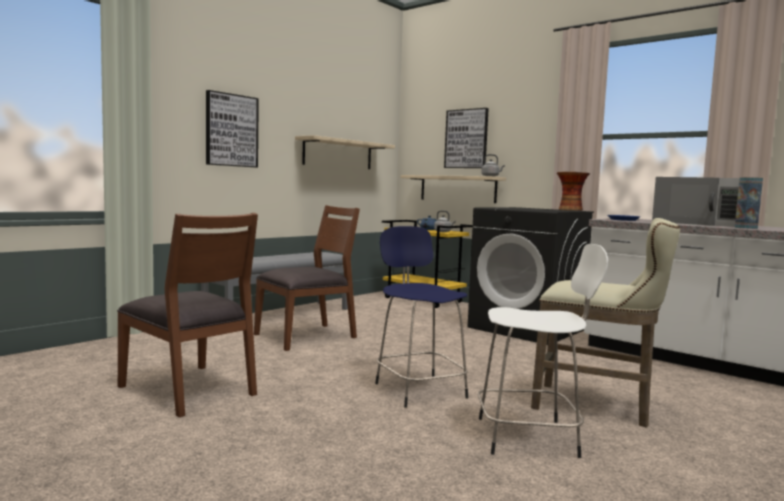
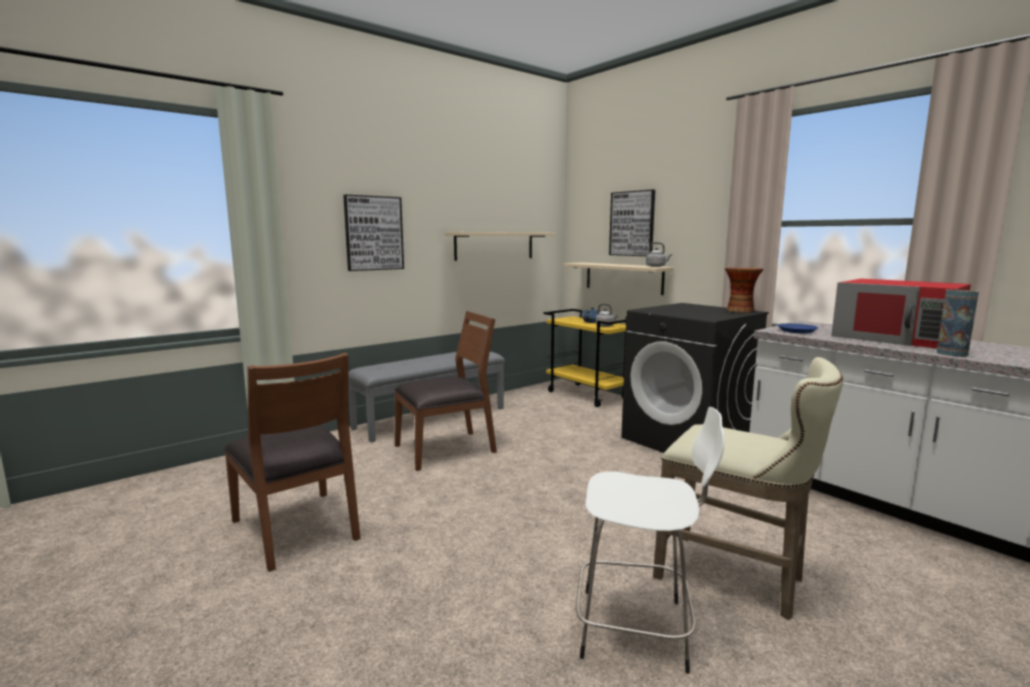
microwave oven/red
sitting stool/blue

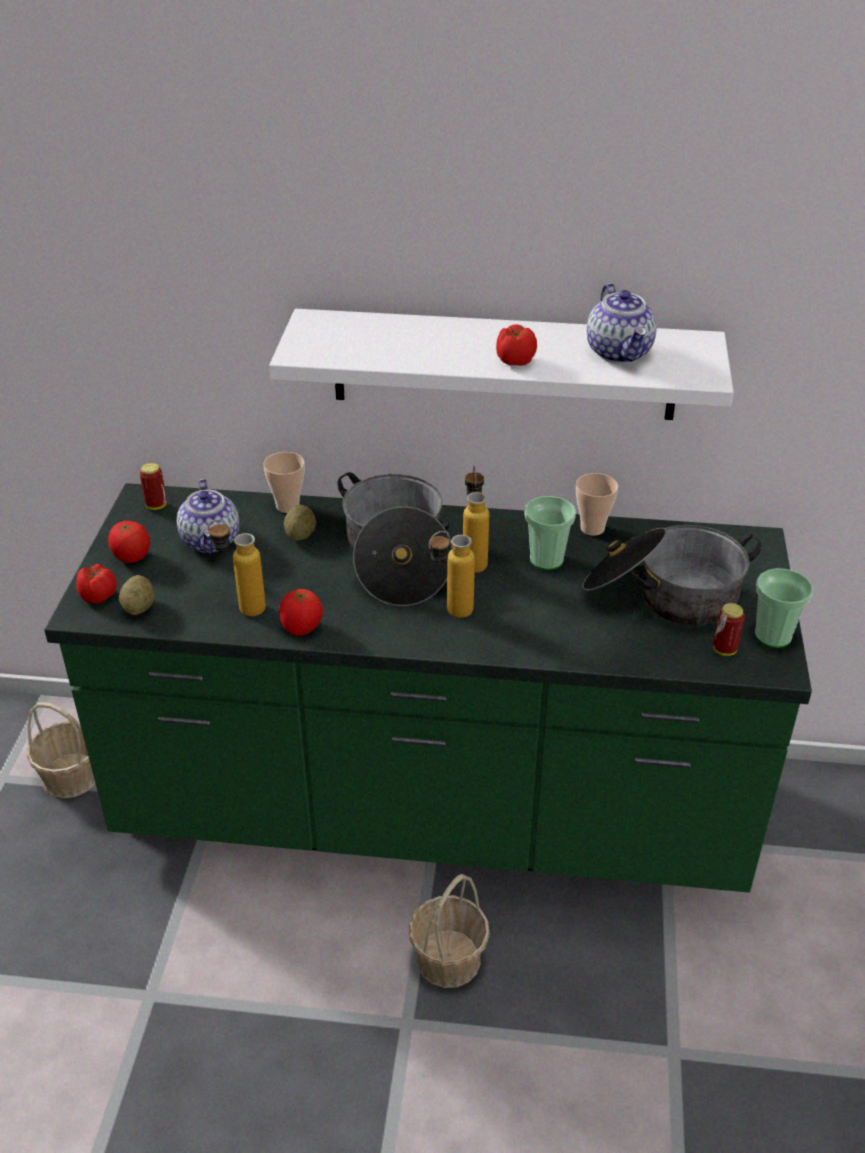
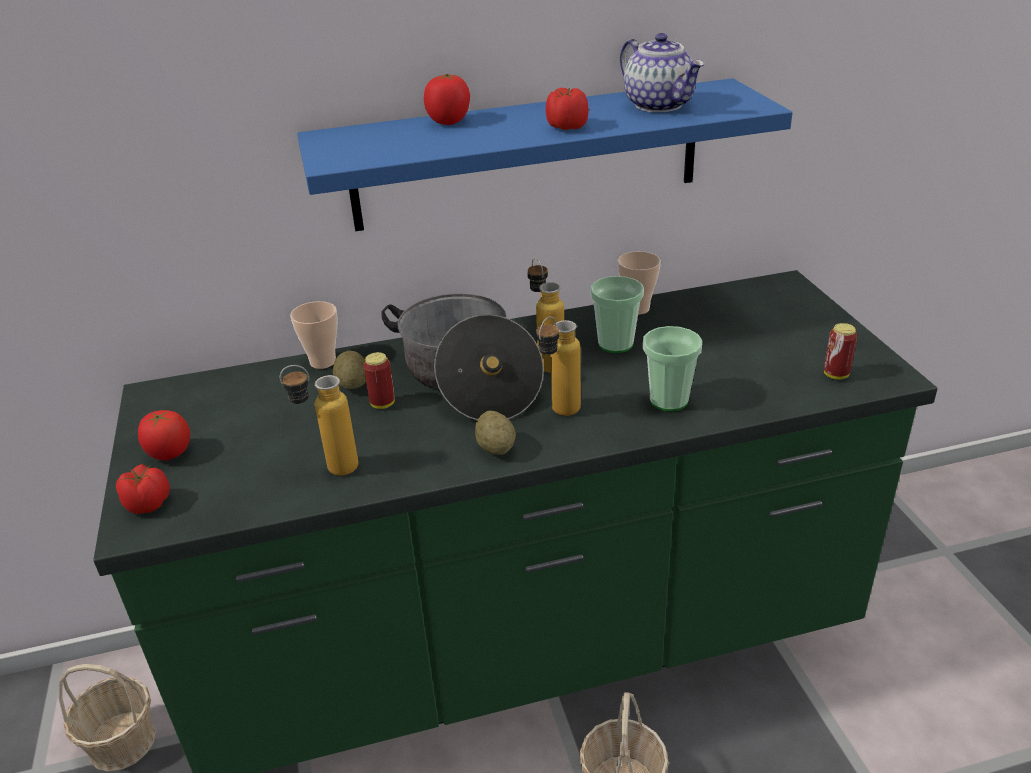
bracket shelf/blue
can (1st from left)
tea pot (1st from left in the first image)
stockpot (2nd from left in the first image)
cup (4th from left)
spud (2nd from left)
fresh tomato (3rd from left)

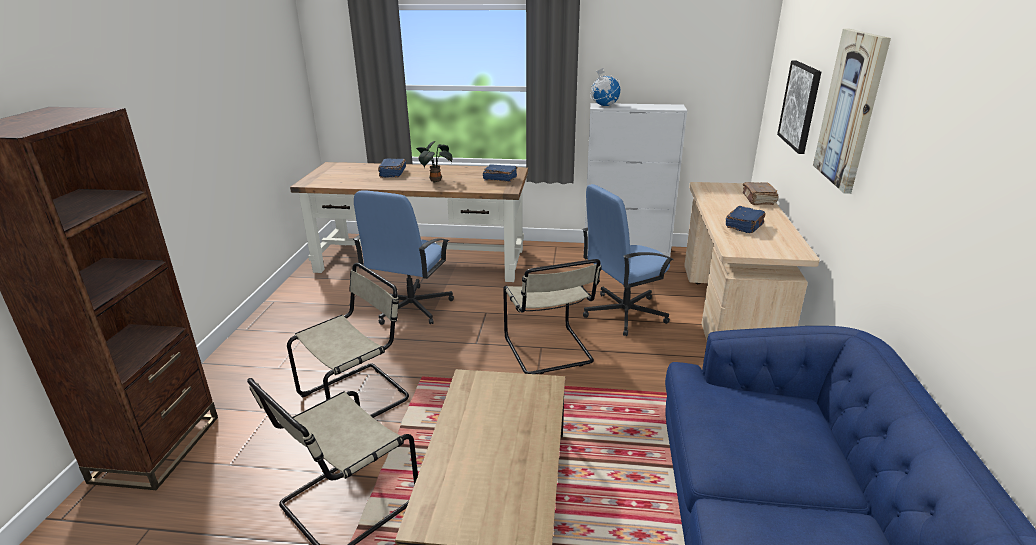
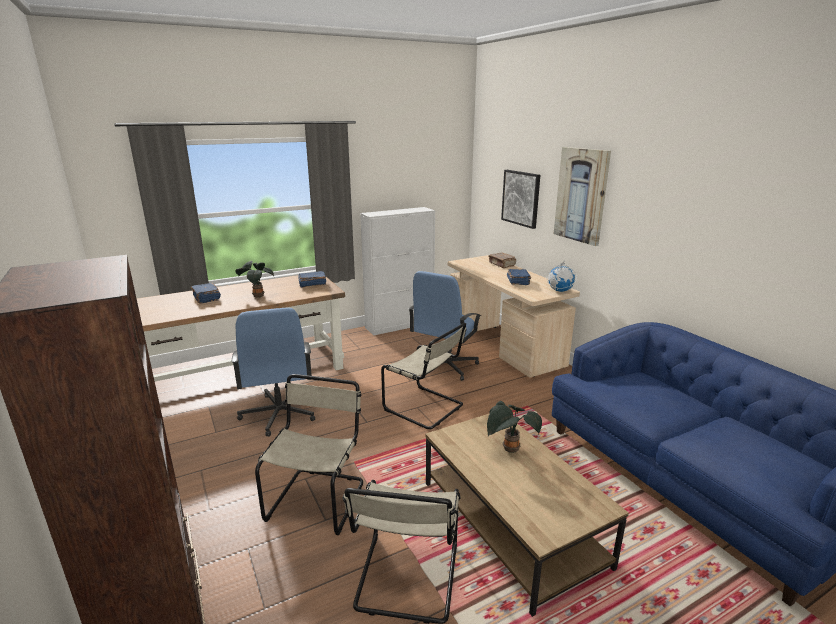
world globe
houseplant (2nd from left)

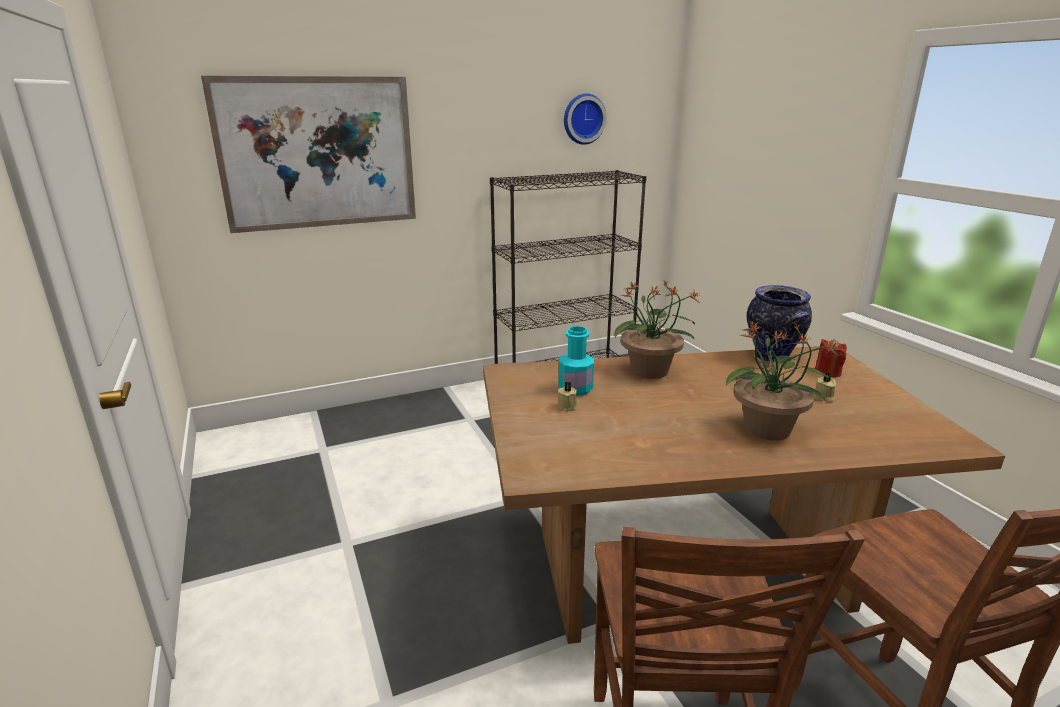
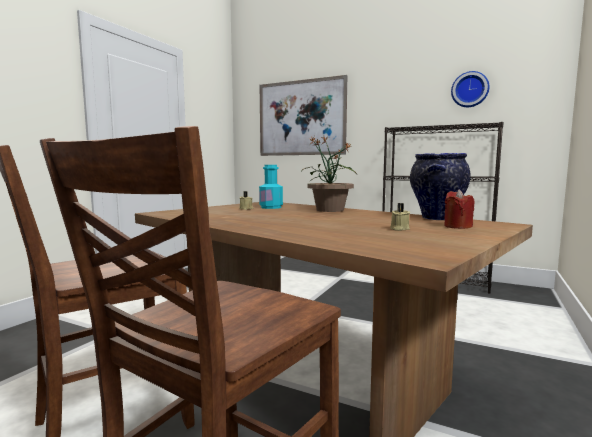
houseplant (2nd from left in the first image)

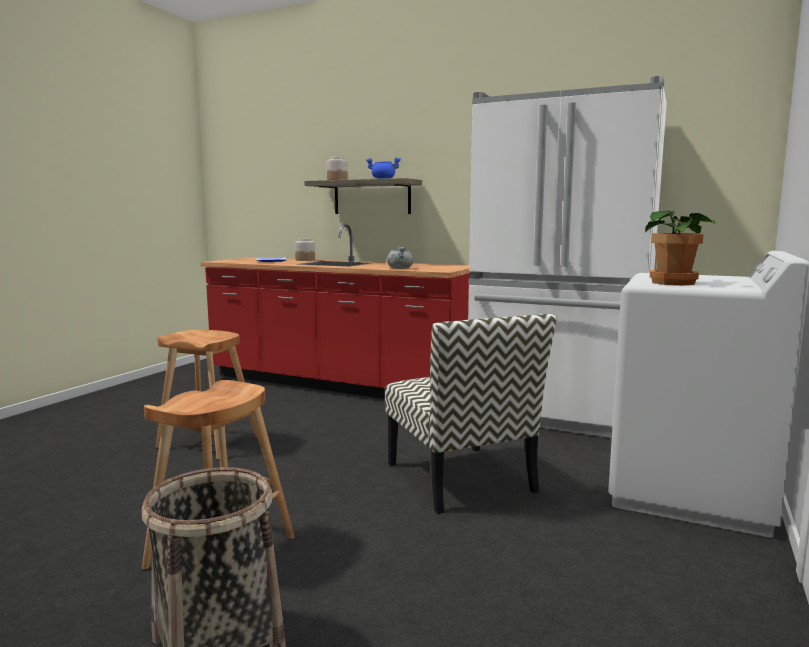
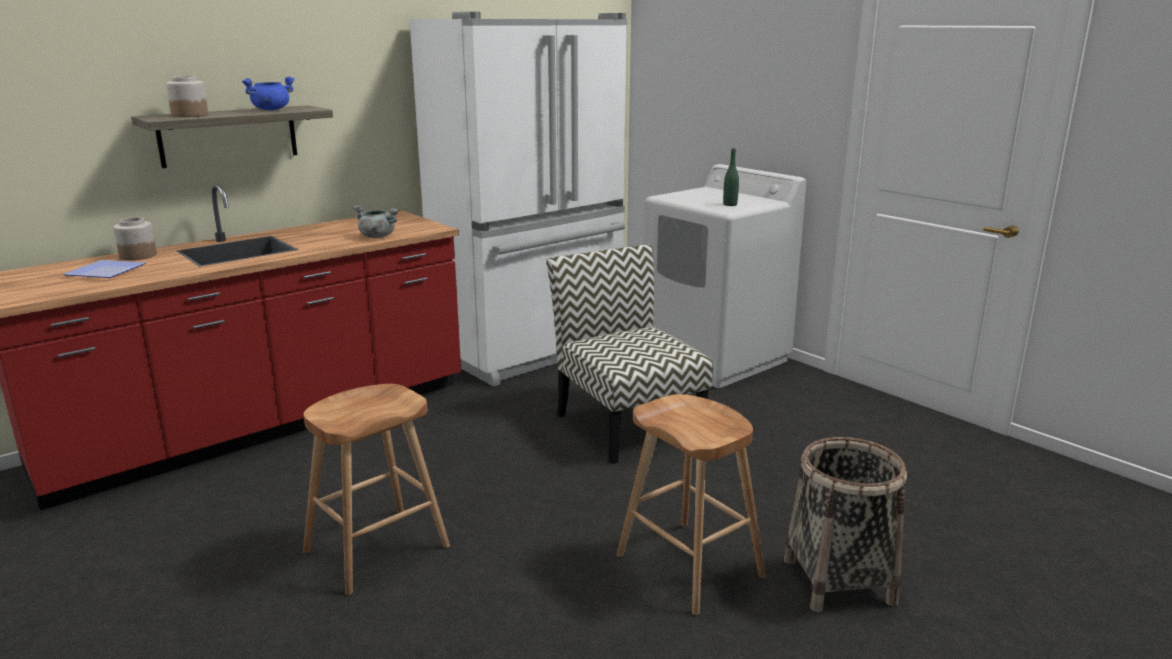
beverage bottle/green
upright chair

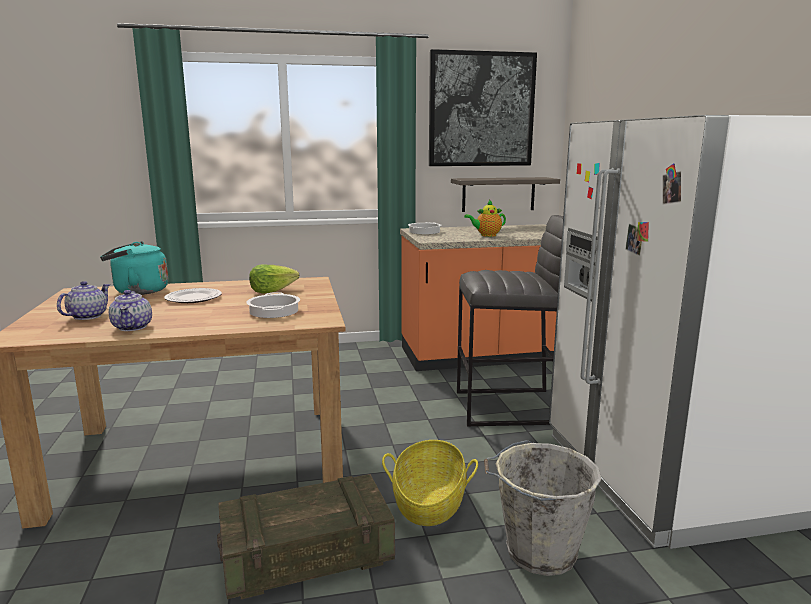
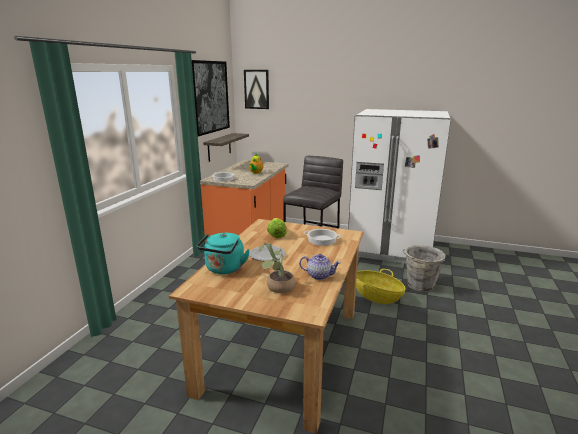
houseplant
crate
picture (2nd from left)

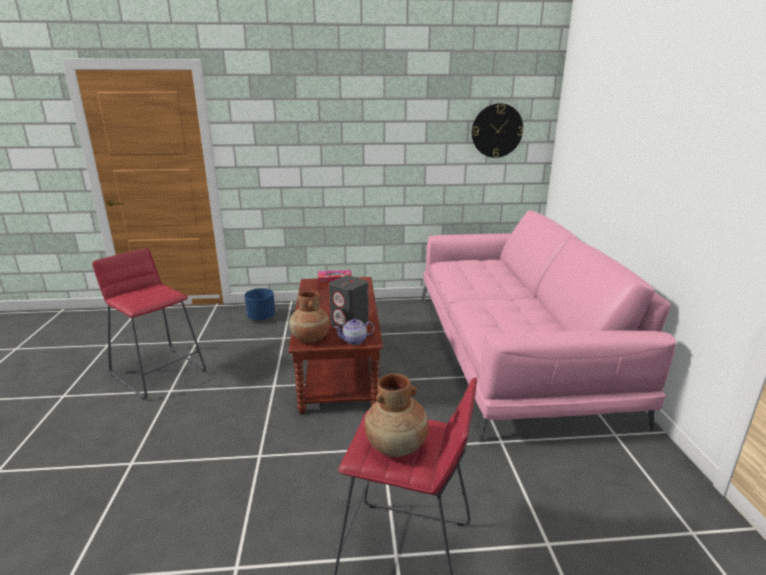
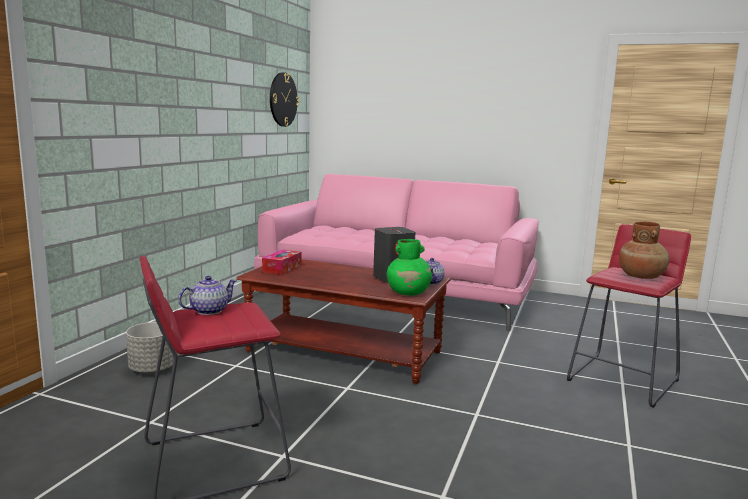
flower pot/greyish
decorative vase/green
tea pot (1st from left)

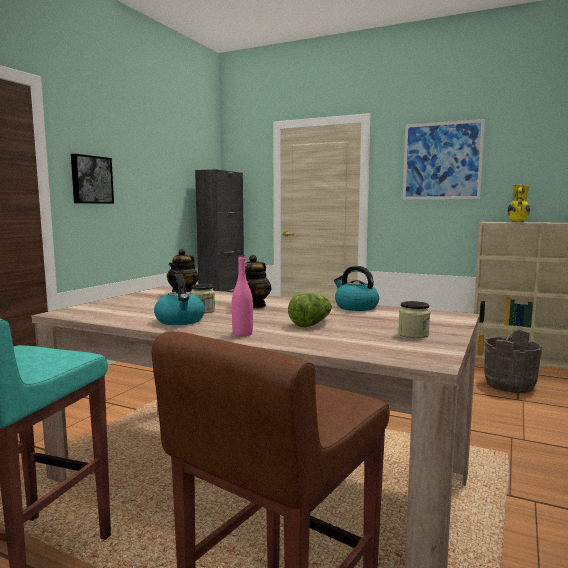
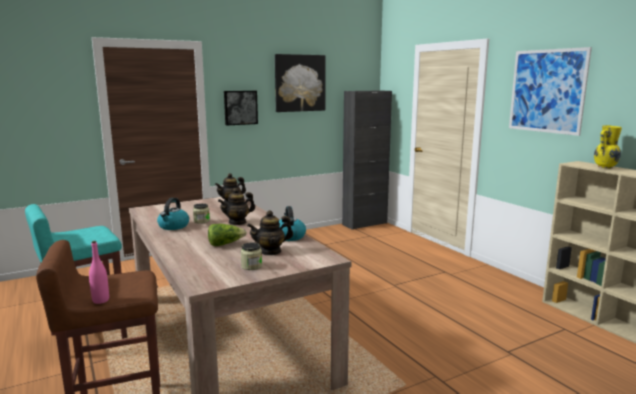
beverage bottle/pink-coloured
bucket/greyish
picture (2nd from left)
tea pot (3rd from left)

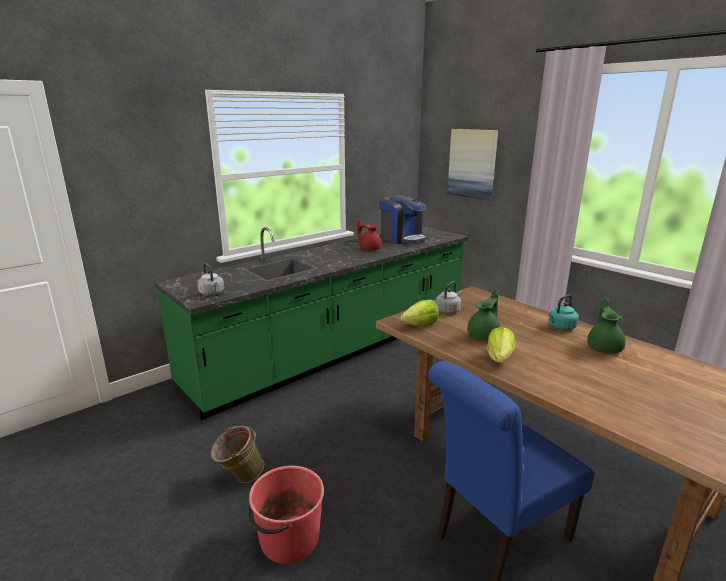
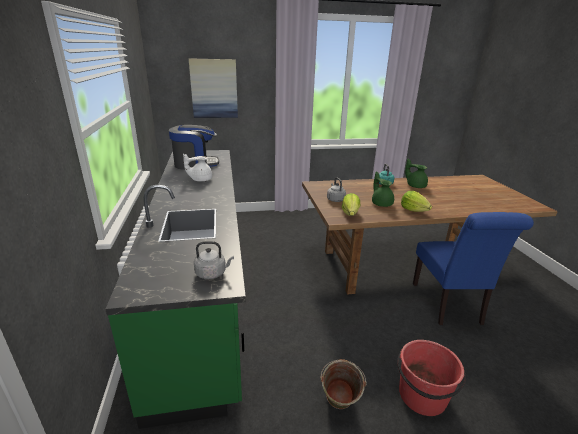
tea pot/white

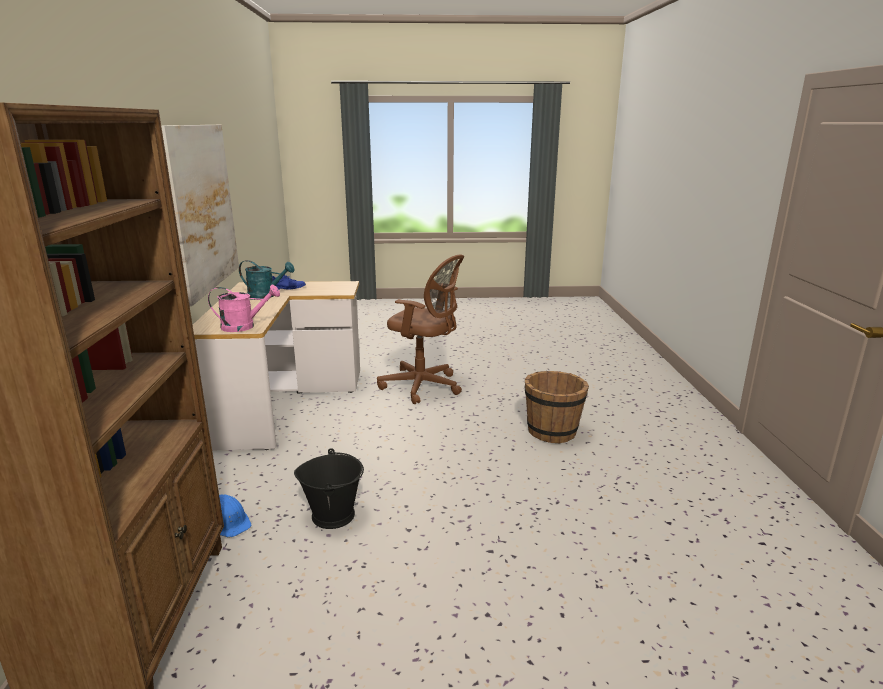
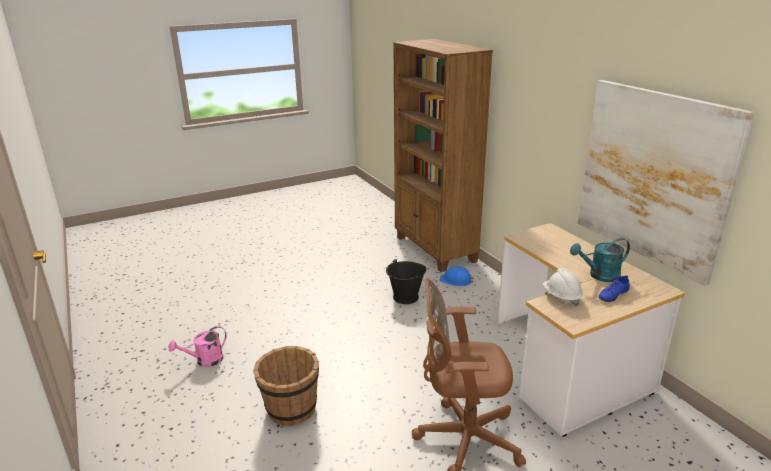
sprinkling can/pink-coloured
hard hat/white

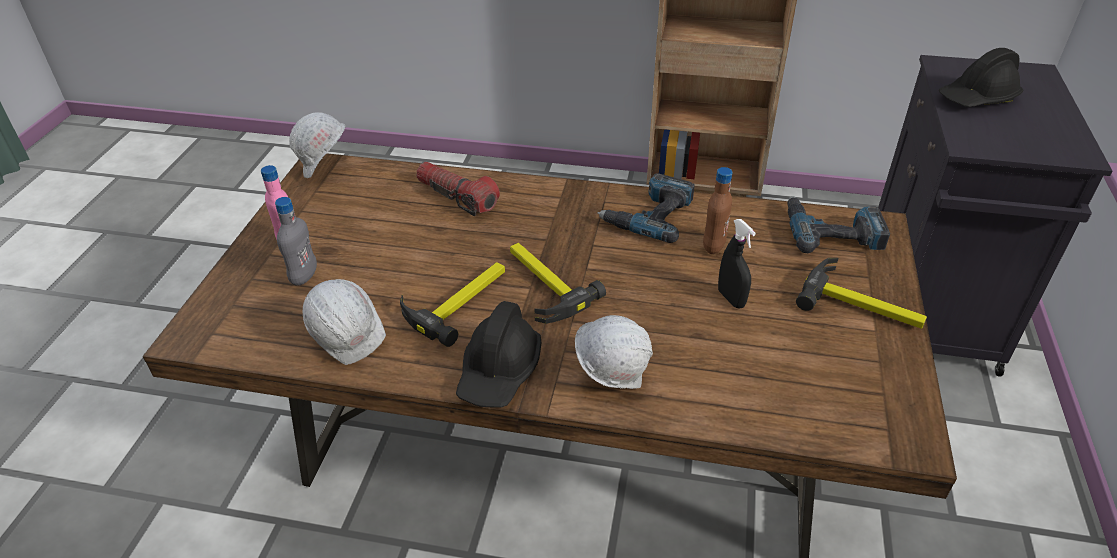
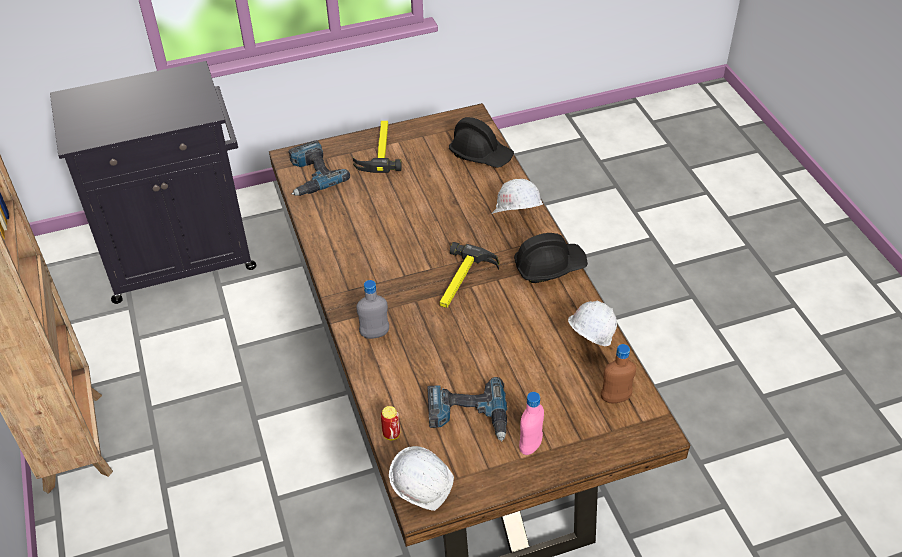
hard hat/blackish (1st from left)
hand torch
beverage bottle/brownish
power drill (2nd from left)
beverage bottle/greyish
spray bottle/blackish
hammer (1st from left in the first image)
can

